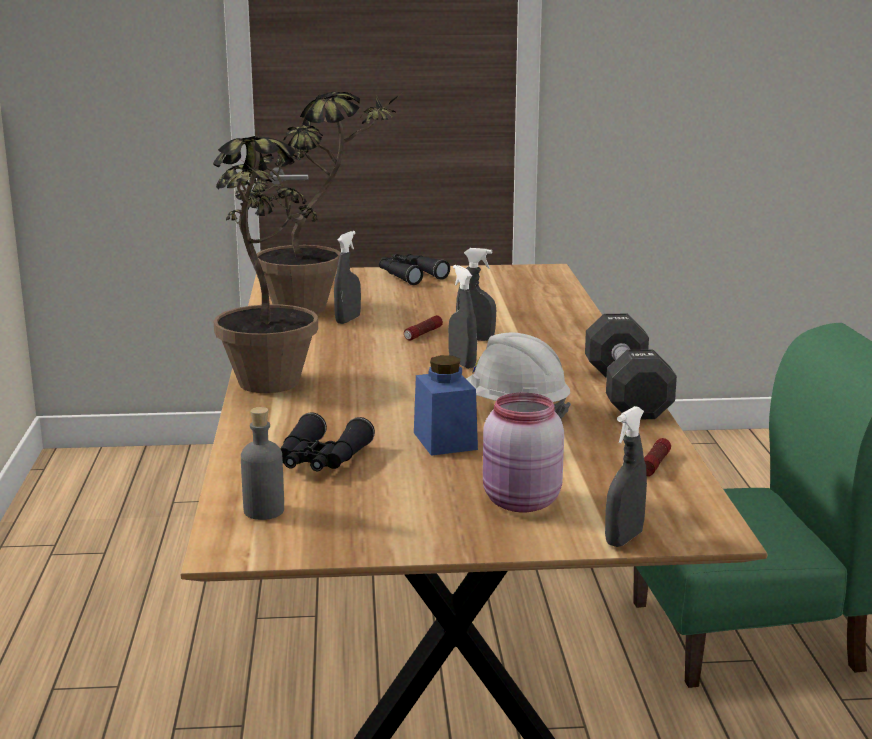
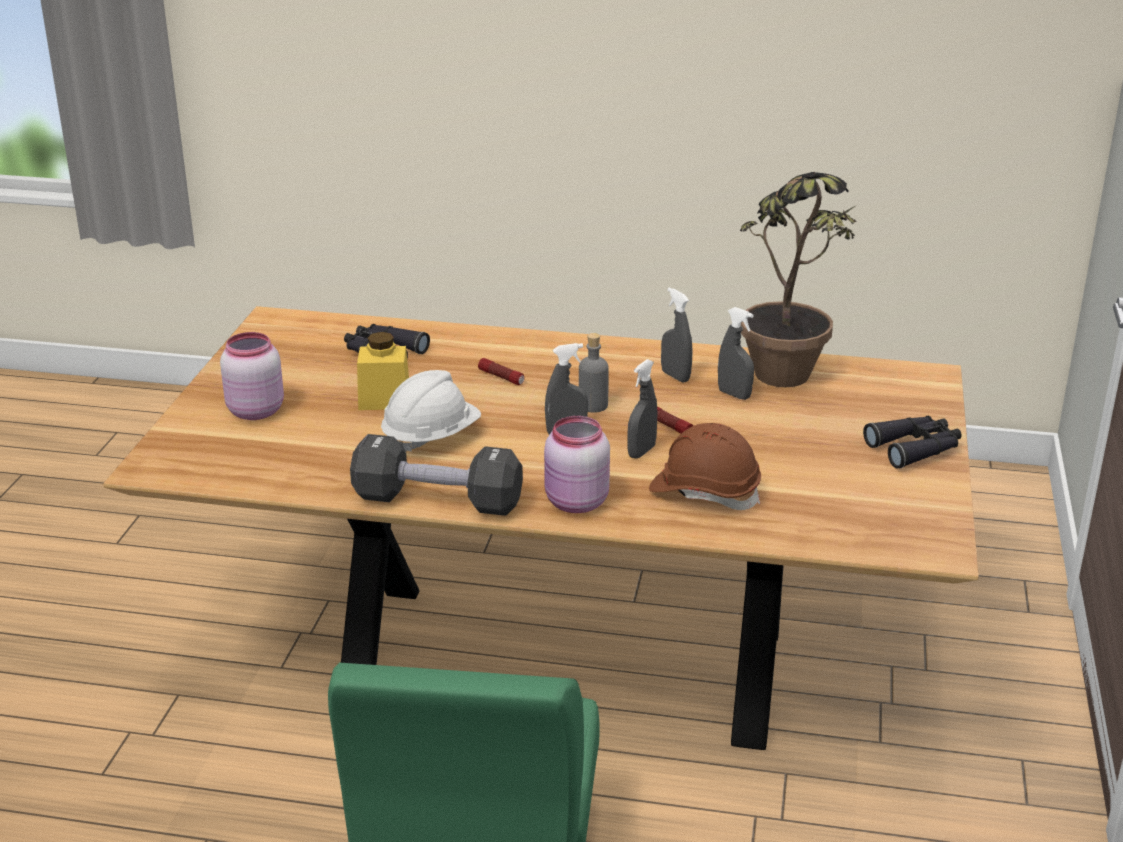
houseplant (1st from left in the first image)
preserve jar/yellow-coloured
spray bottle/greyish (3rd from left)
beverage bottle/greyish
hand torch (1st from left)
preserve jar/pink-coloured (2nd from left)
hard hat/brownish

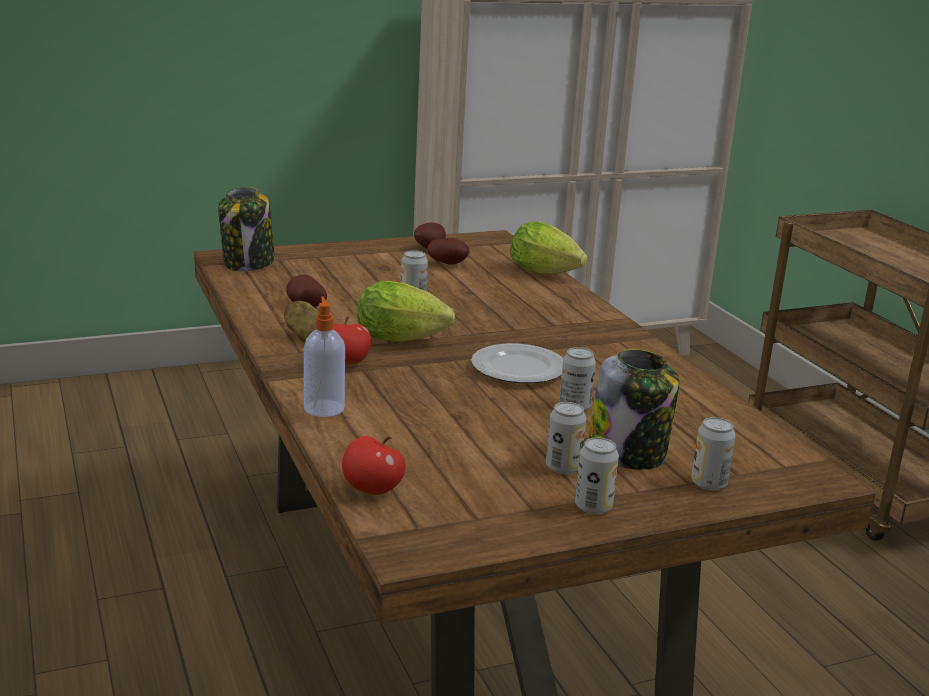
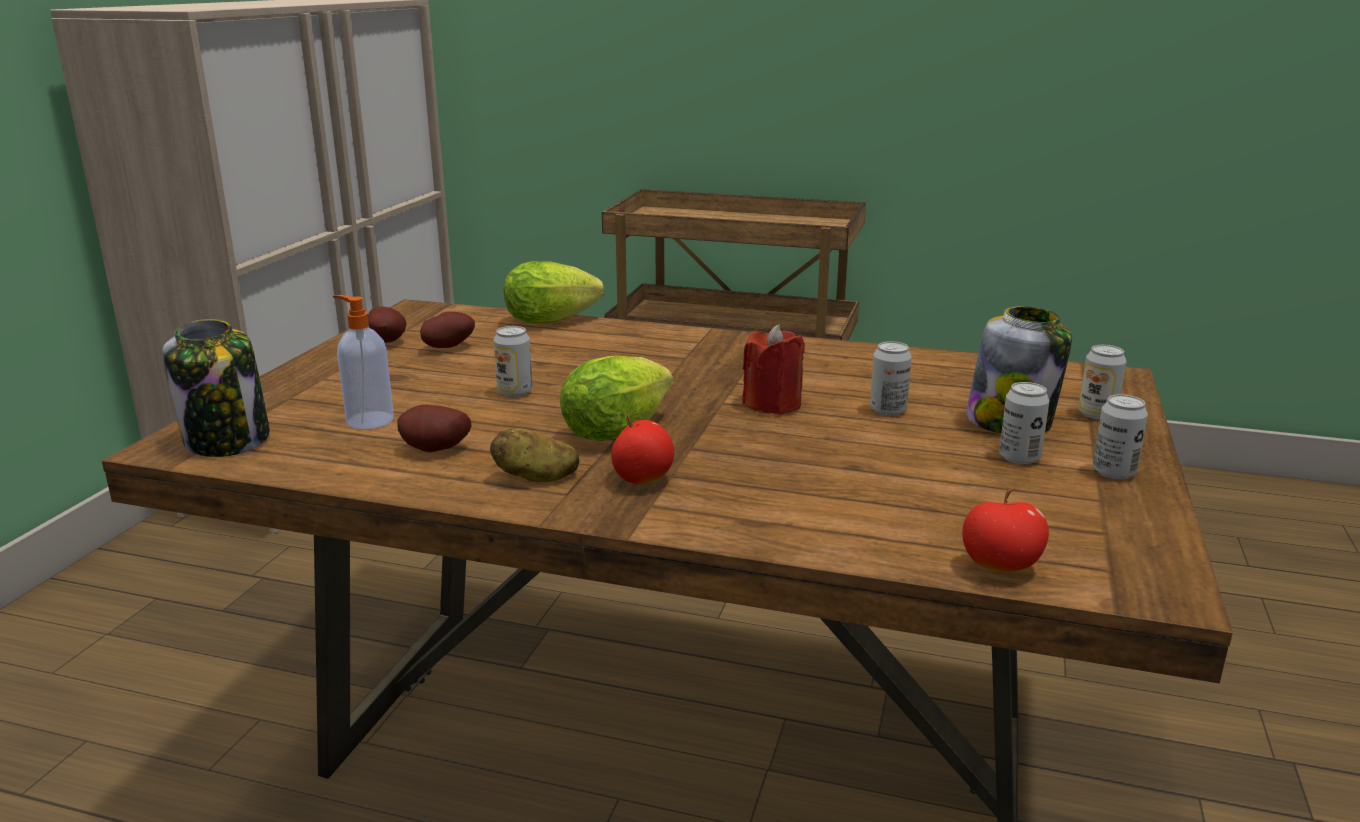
soap bottle
candle/red

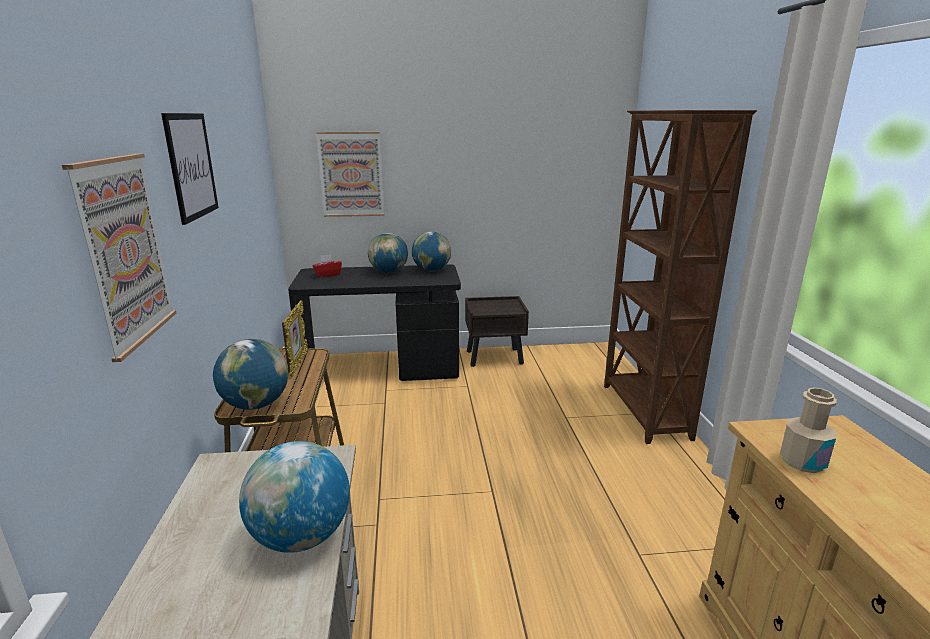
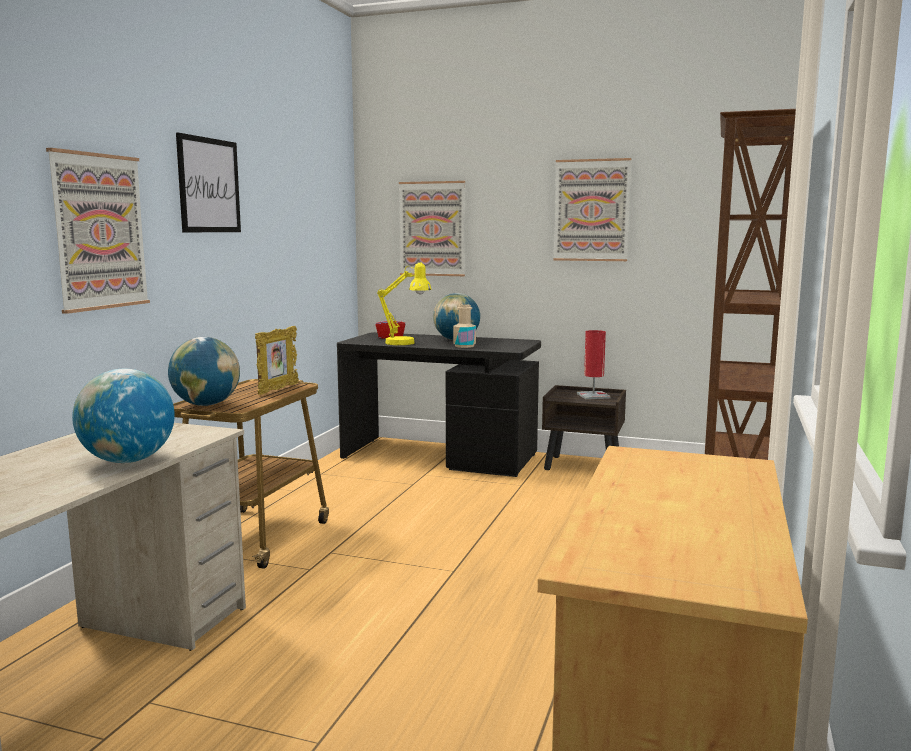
world globe (4th from left in the first image)
beverage bottle/sand-coloured
picture (4th from left)
tabletop lamp/yellow-coloured
tabletop lamp/red

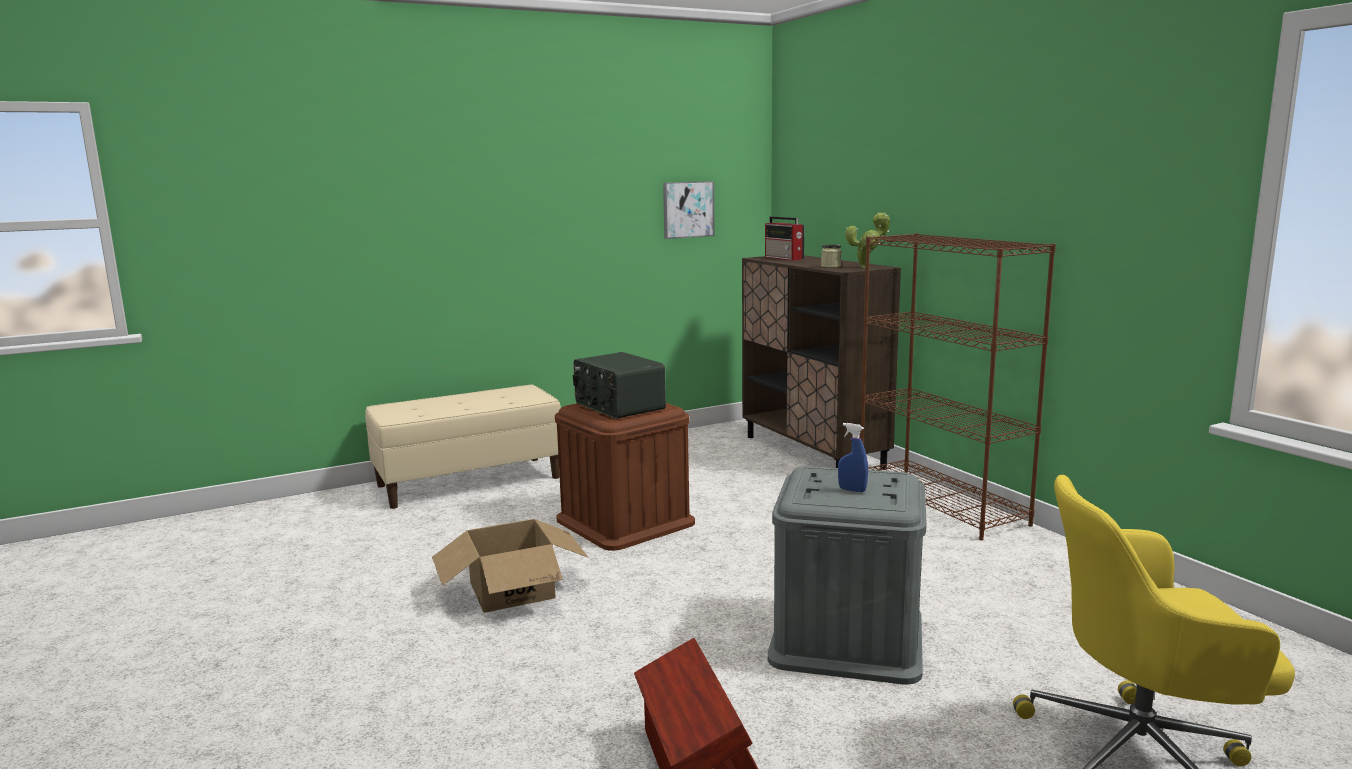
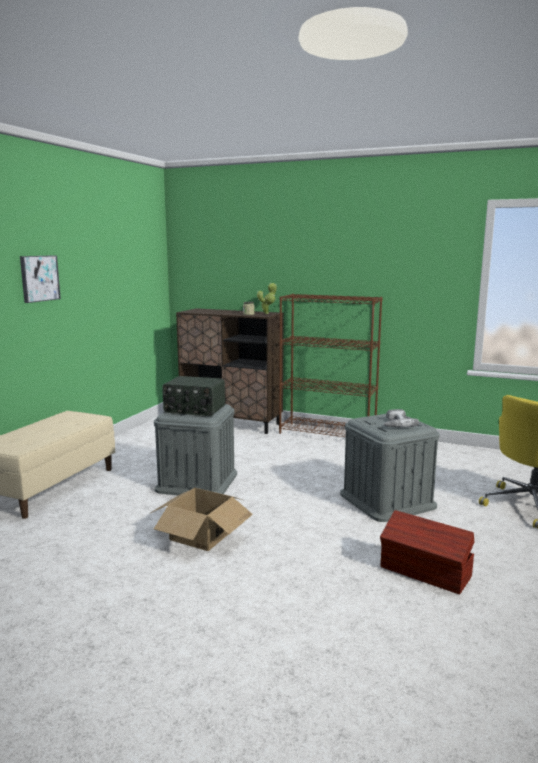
picture
radio (2nd from left in the first image)
storage container/greyish (1st from left)
power drill

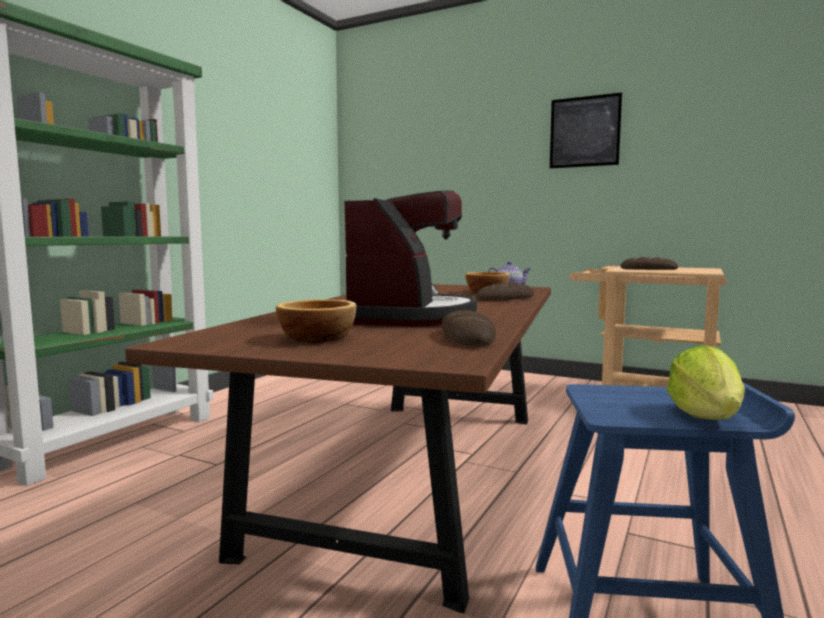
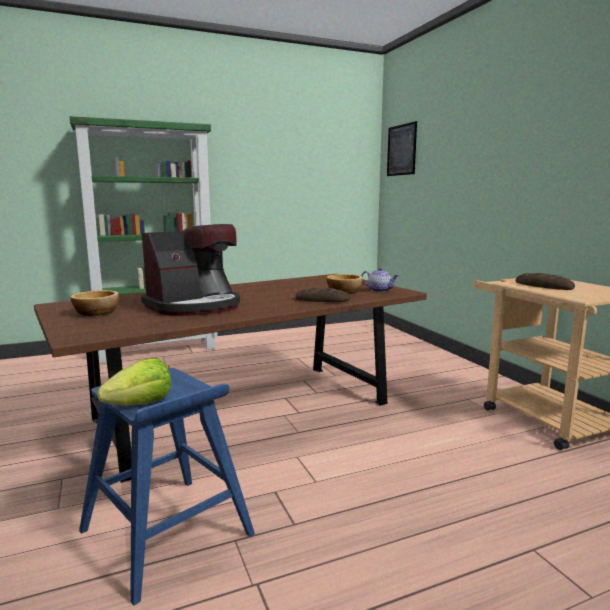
picture
bread (1st from left in the first image)

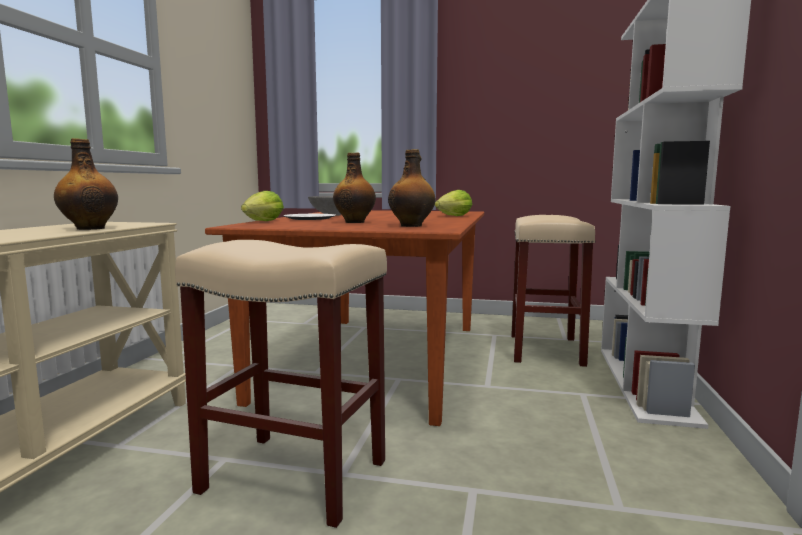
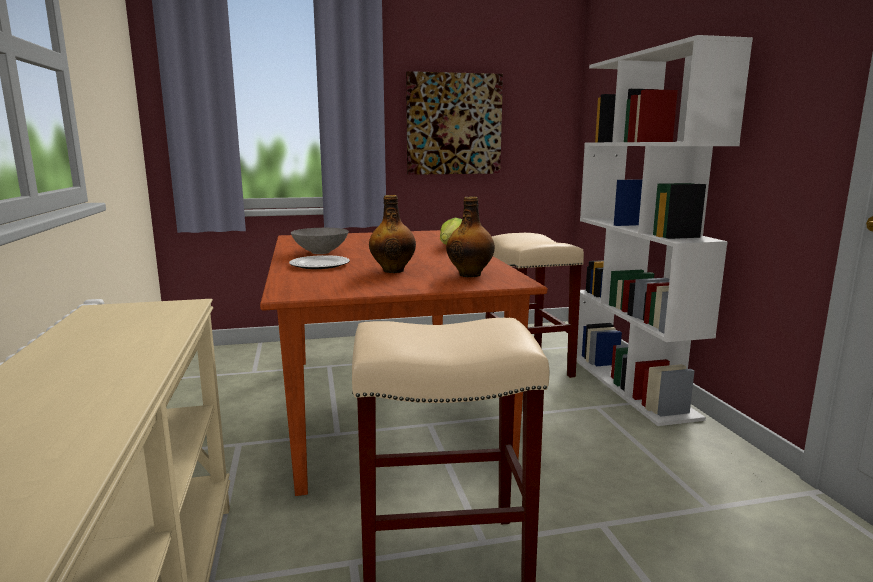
beverage bottle (1st from left in the first image)
head of lettuce (1st from left in the first image)
picture

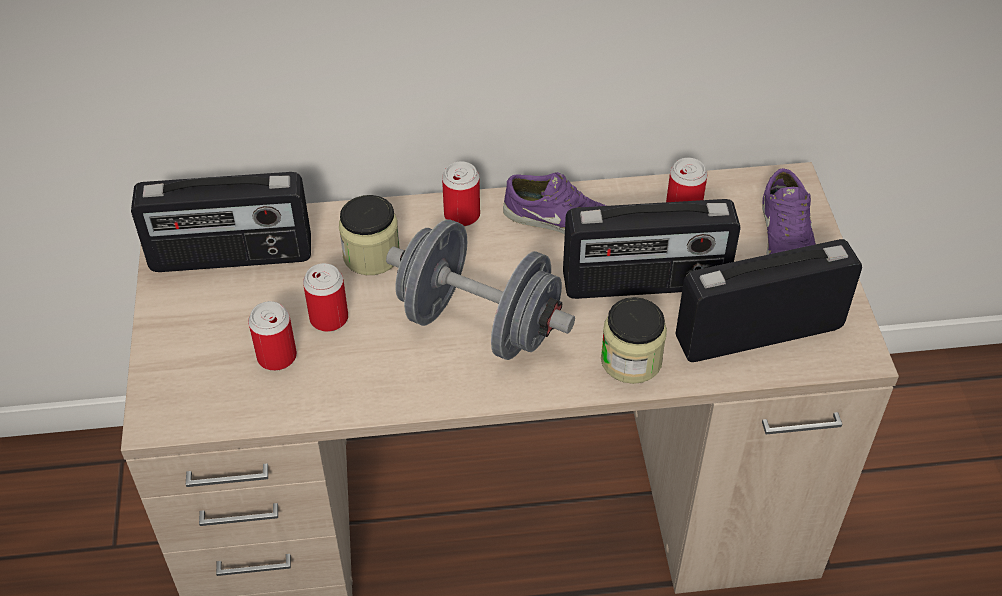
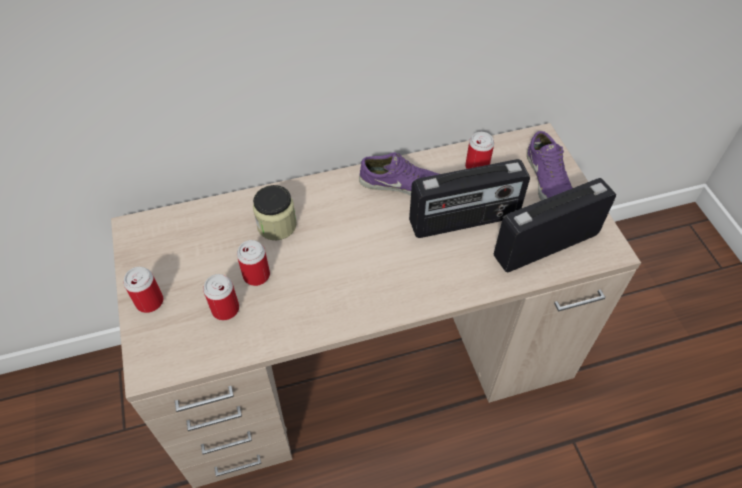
can (1st from left)
radio (1st from left in the first image)
hand weight/greyish
preserve jar (2nd from left in the first image)

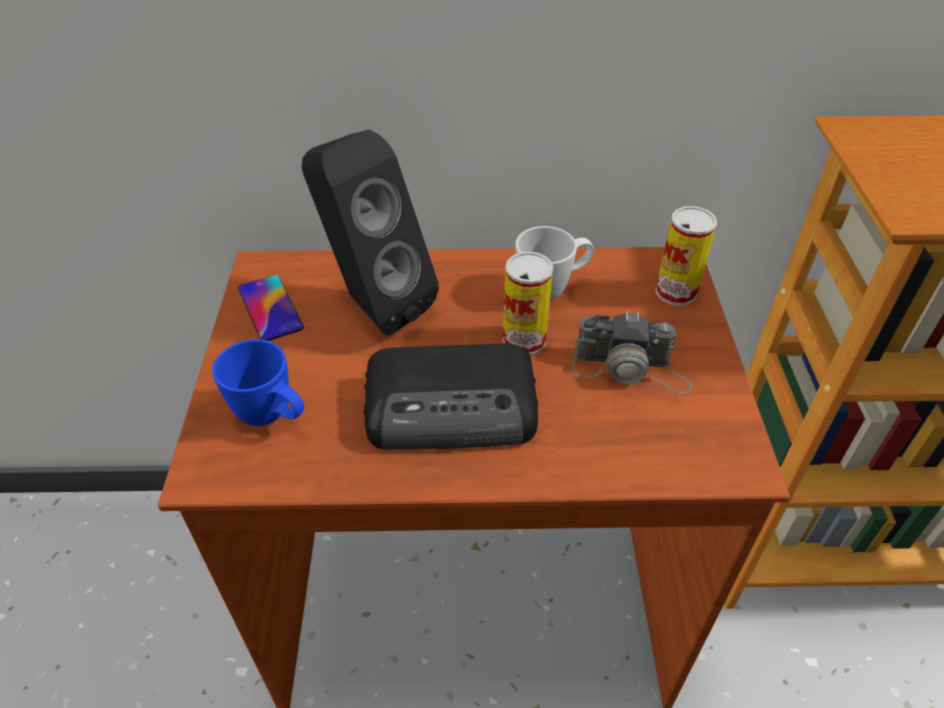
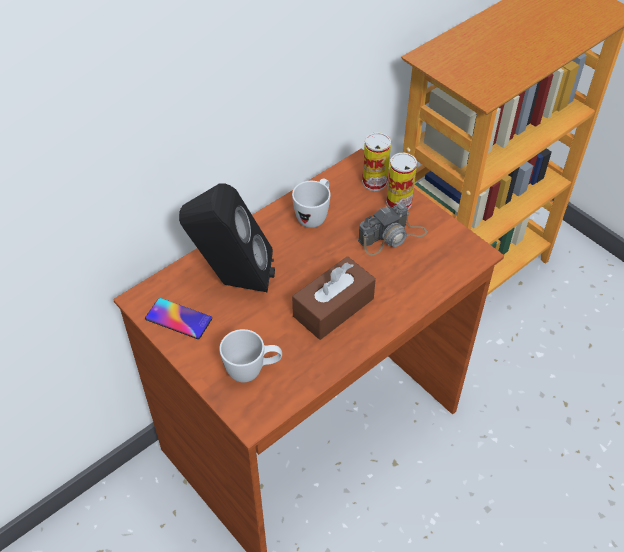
can (2nd from left)
mug/white (1st from left)
tissue box/brownish

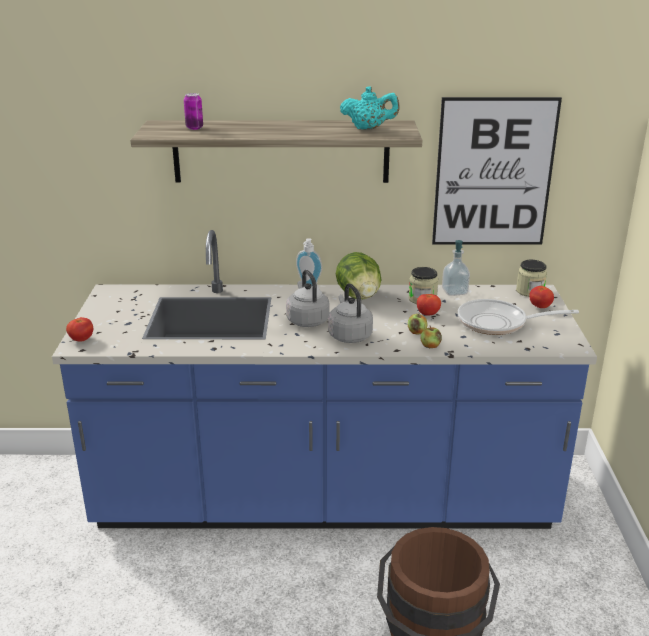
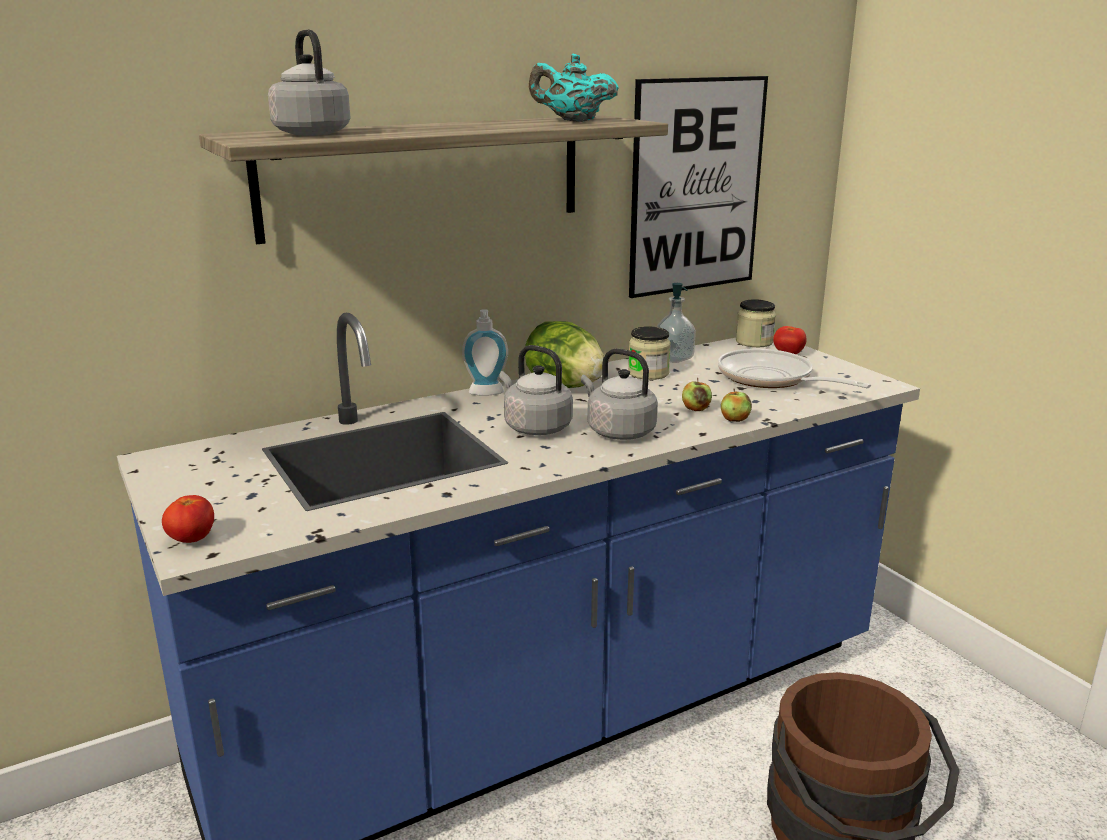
tea pot/blue-green
tea kettle/greyish (1st from left)
fresh tomato (2nd from left in the first image)
frying pan

